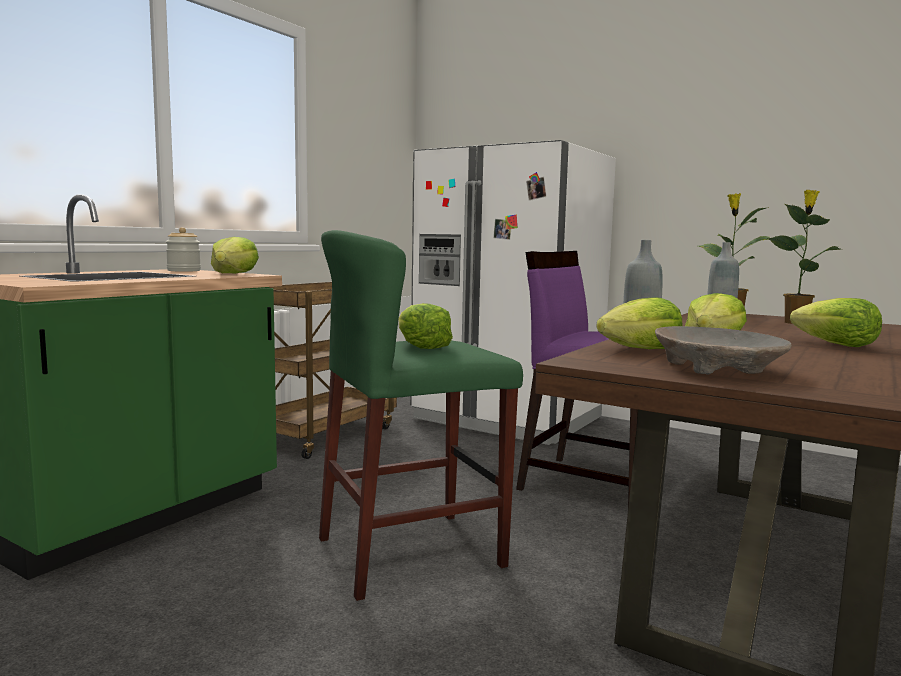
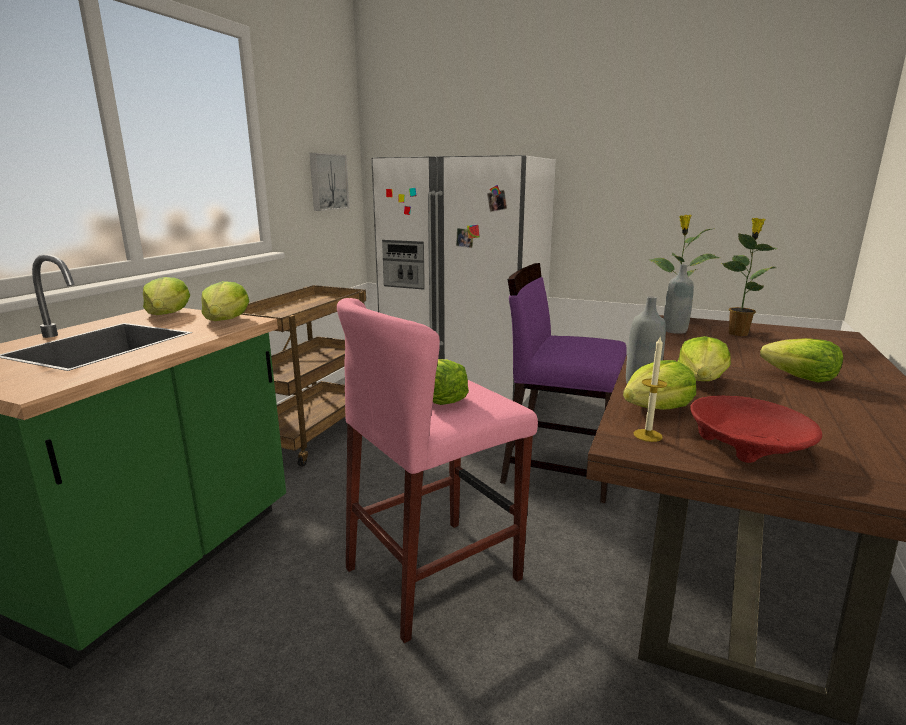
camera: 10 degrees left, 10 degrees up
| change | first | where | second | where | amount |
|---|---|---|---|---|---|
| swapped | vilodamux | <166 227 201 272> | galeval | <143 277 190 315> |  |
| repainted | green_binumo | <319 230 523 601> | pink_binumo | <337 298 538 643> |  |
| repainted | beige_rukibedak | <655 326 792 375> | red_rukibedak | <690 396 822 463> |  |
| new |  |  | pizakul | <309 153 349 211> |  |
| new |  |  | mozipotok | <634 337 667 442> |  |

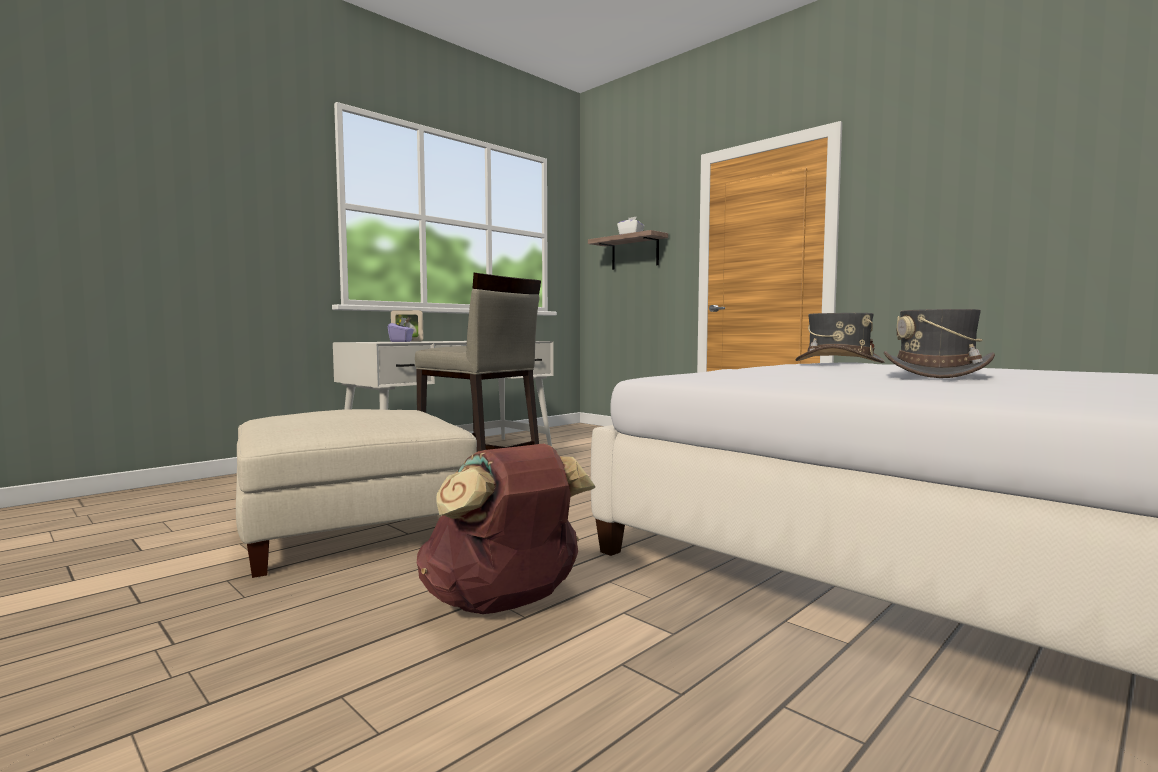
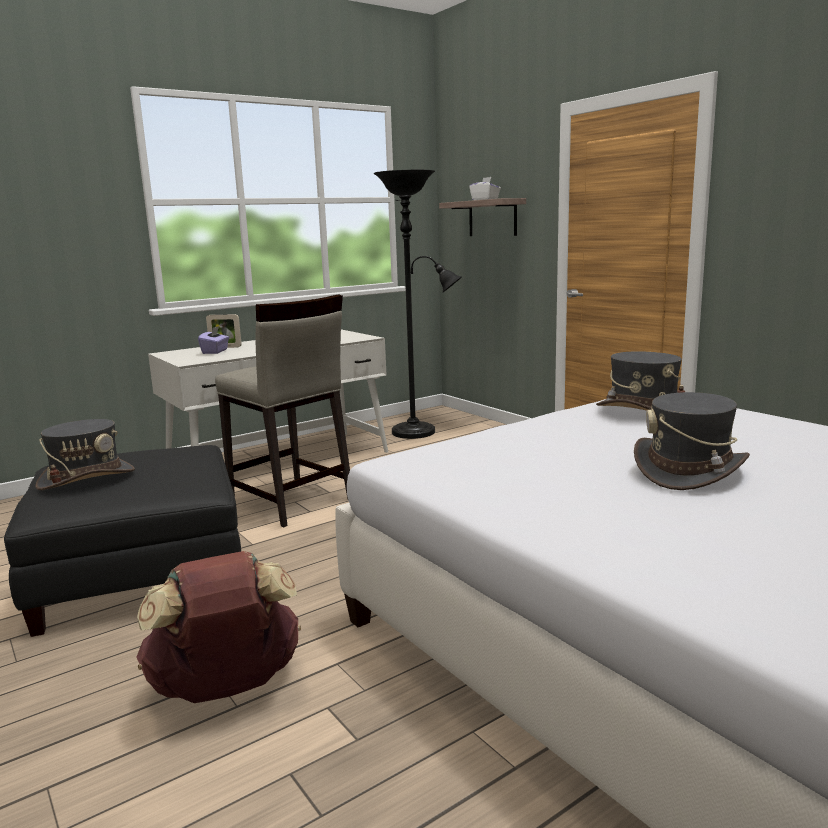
camera: 10 degrees right, 10 degrees up
| change | first | where | second | where | amount |
|---|---|---|---|---|---|
| repainted | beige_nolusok | <236 409 477 578> | black_nolusok | <4 445 241 637> |  |
| new |  |  | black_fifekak | <373 170 462 439> |  |
| new |  |  | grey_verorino | <35 419 135 490> |  |

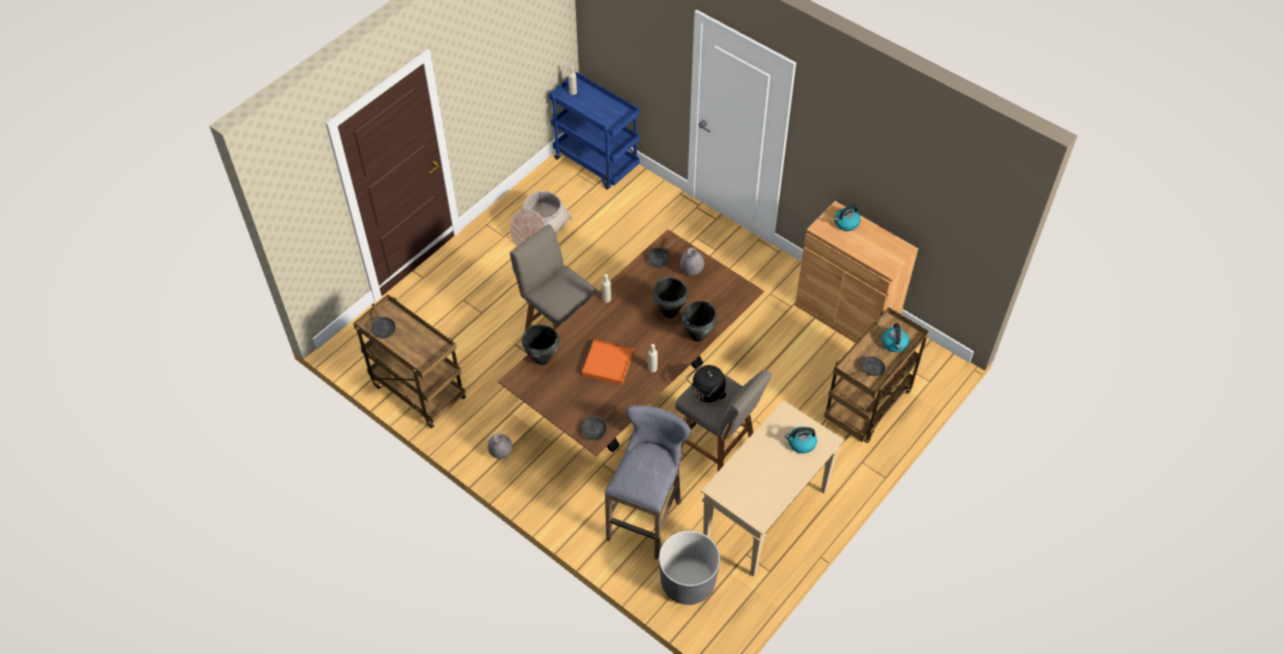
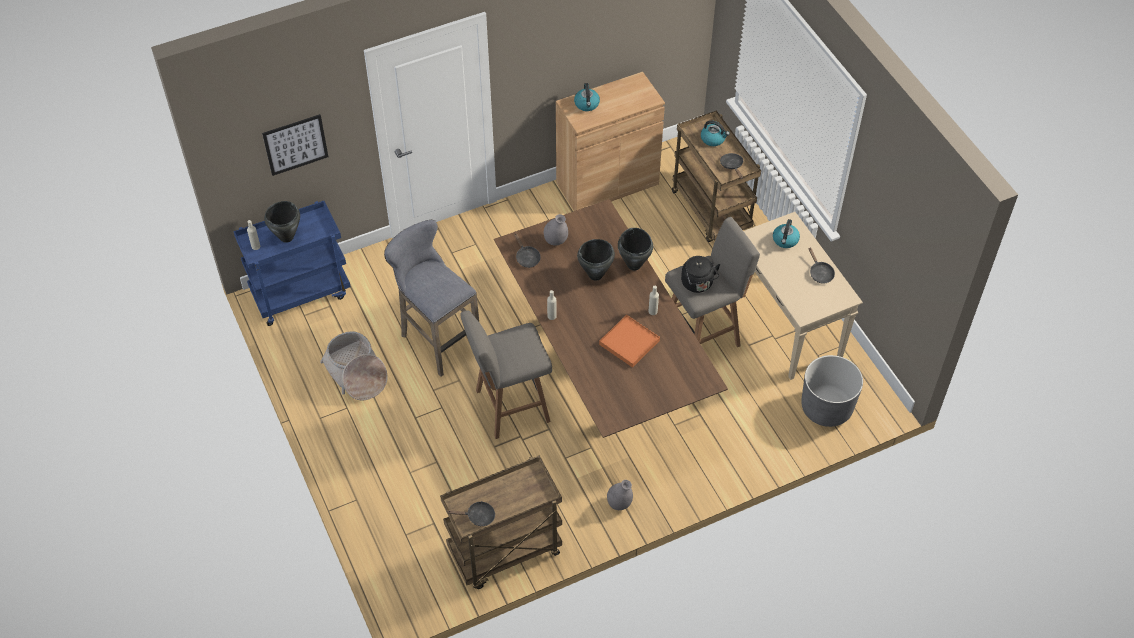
camera: 65 degrees left, 0 degrees up
| change | first | where | second | where | amount |
|---|---|---|---|---|---|
| shifted | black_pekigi | <522 324 560 365> |  | <264 201 300 243> |  |
| shifted | grey_binumo | <605 405 691 560> |  | <384 220 479 377> |  |
| shifted | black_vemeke | <581 406 617 440> |  | <809 248 835 284> |  |
| new |  |  | pizakul | <262 114 328 176> |  |

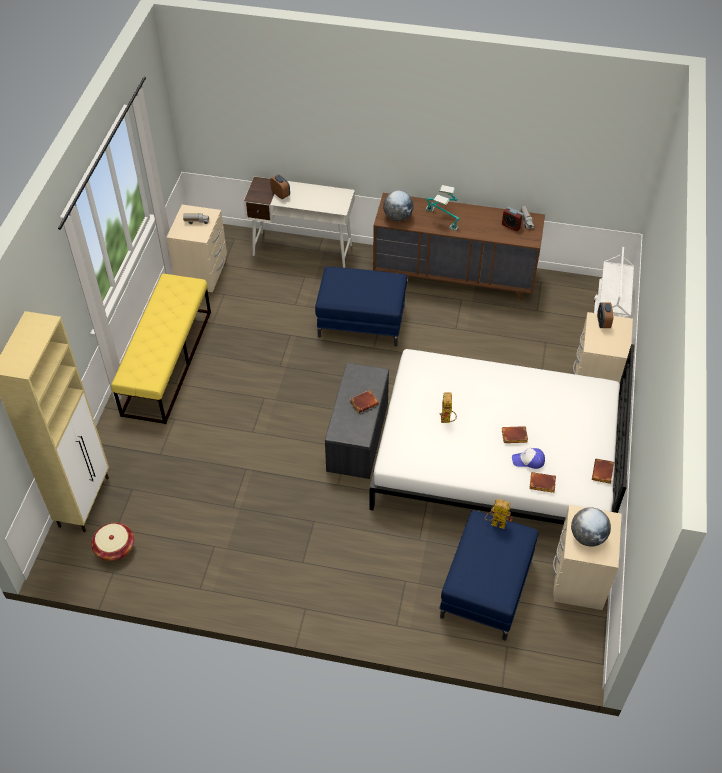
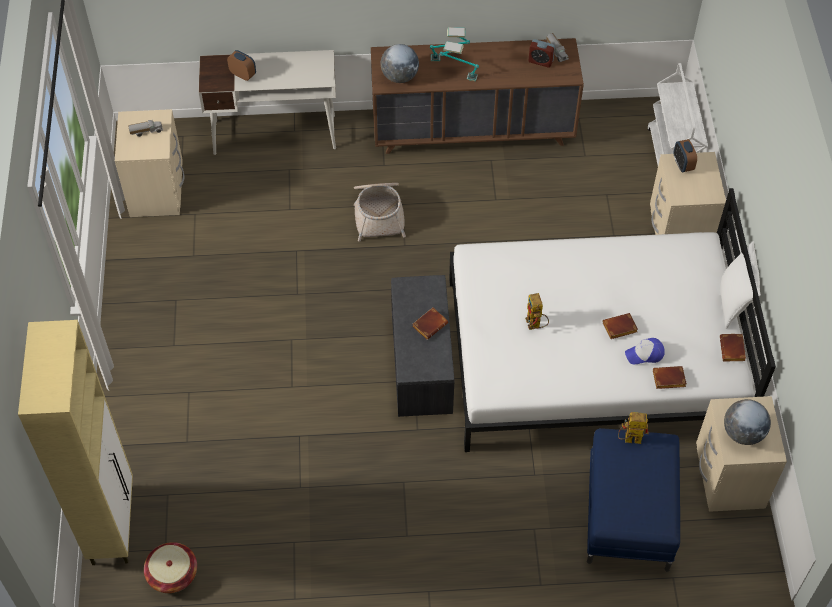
camera: 15 degrees left, 5 degrees up
| change | first | where | second | where | amount |
|---|---|---|---|---|---|
| swapped | blue_nolusok | <315 266 407 346> | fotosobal | <354 183 406 241> |  |
| gone | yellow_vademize | <111 274 211 424> |  |  |  |
| new |  |  | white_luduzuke | <721 241 761 329> |  |

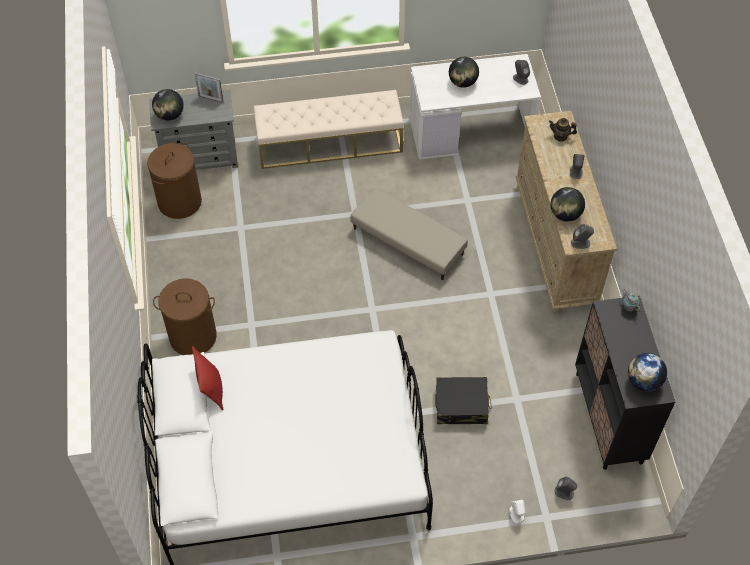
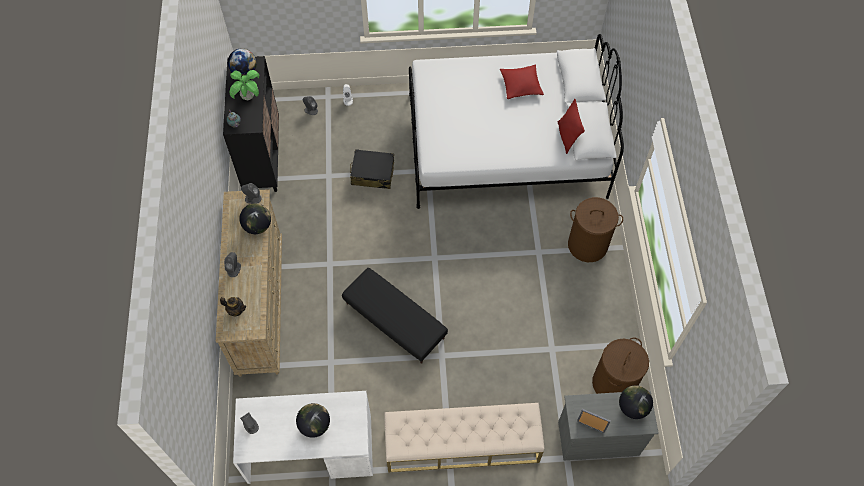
camera: 175 degrees left, 5 degrees up
| change | first | where | second | where | amount |
|---|---|---|---|---|---|
| repainted | beige_nolusok | <350 189 468 280> | black_nolusok | <342 268 448 364> |  |
| new |  |  | red_luduzuke | <500 65 544 99> |  |
| new |  |  | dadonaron | <230 70 259 100> |  |

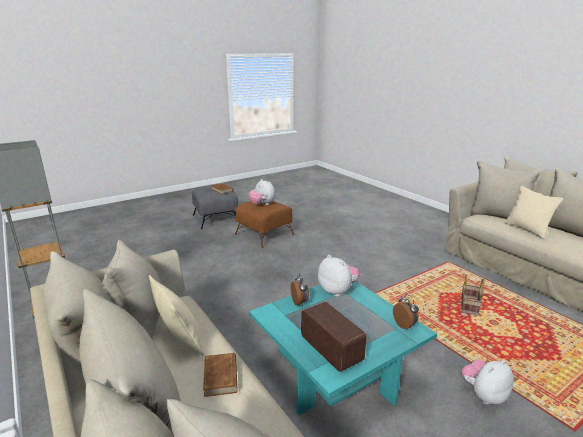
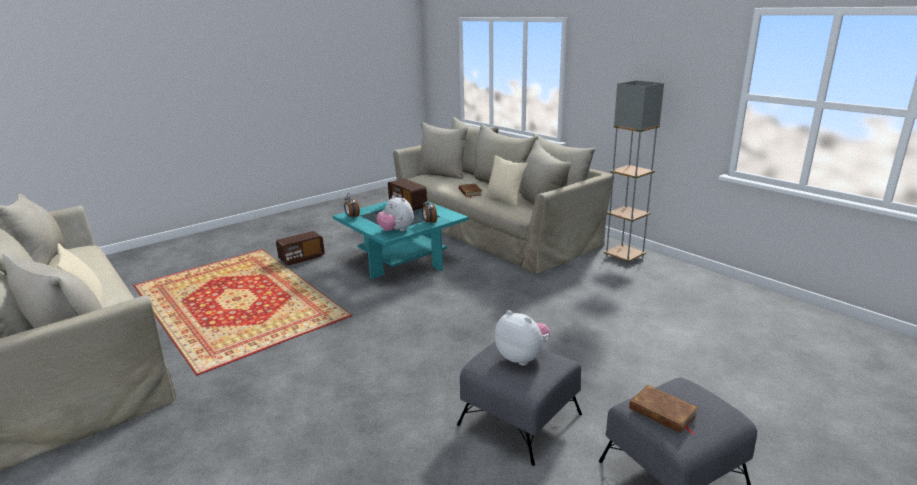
camera: 175 degrees right, 0 degrees up
| change | first | where | second | where | amount |
|---|---|---|---|---|---|
| repainted | brown_nolusok | <235 201 294 248> | grey_nolusok | <457 342 582 466> |  |
| gone | fotosobal | <461 276 484 316> |  |  |  |
| swapped | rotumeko | <461 359 514 404> | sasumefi | <276 231 325 265> |  |

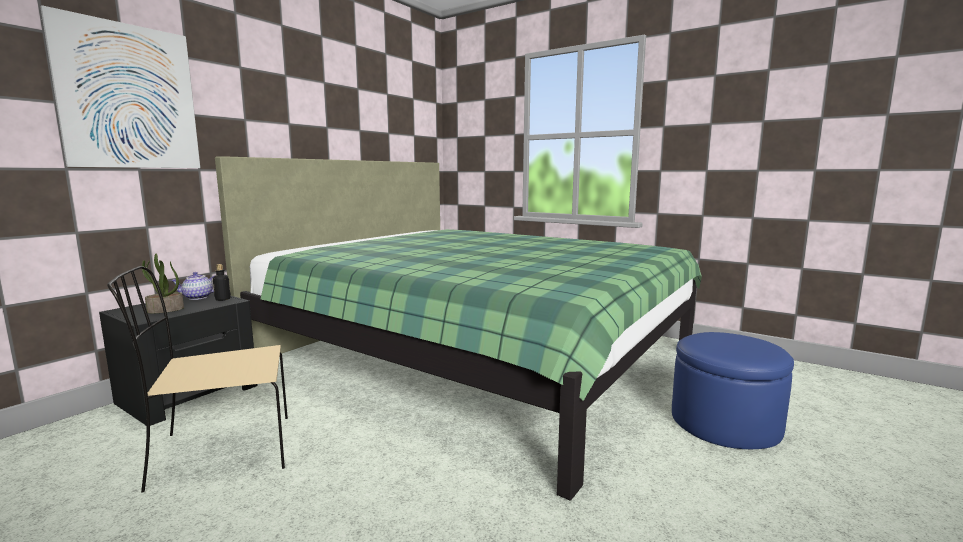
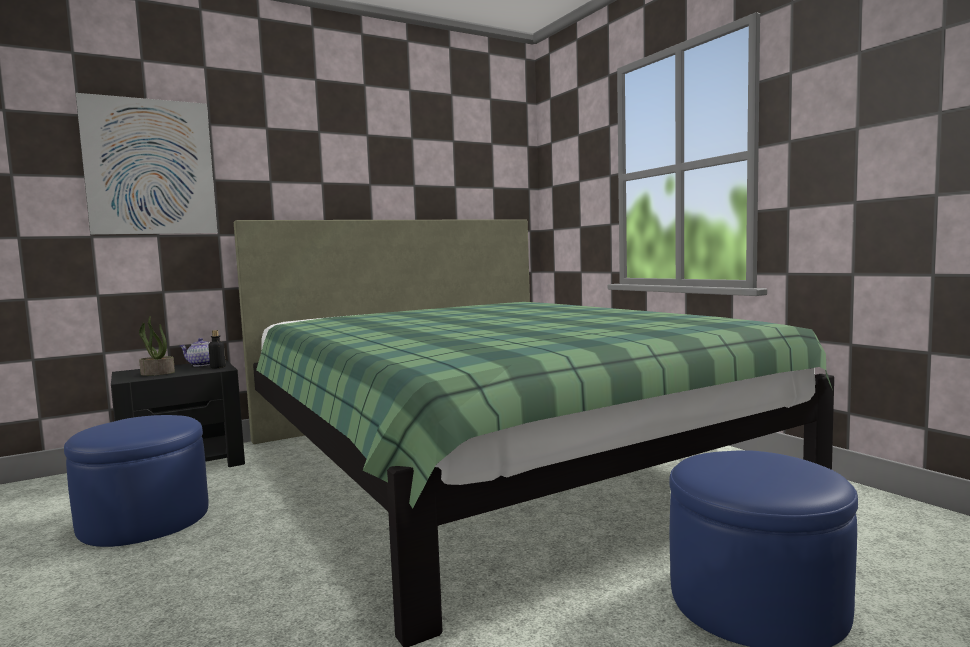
camera: 25 degrees right, 5 degrees down
| change | first | where | second | where | amount |
|---|---|---|---|---|---|
| swapped | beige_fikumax | <107 266 288 493> | blue_nolusok | <64 415 208 547> |  |

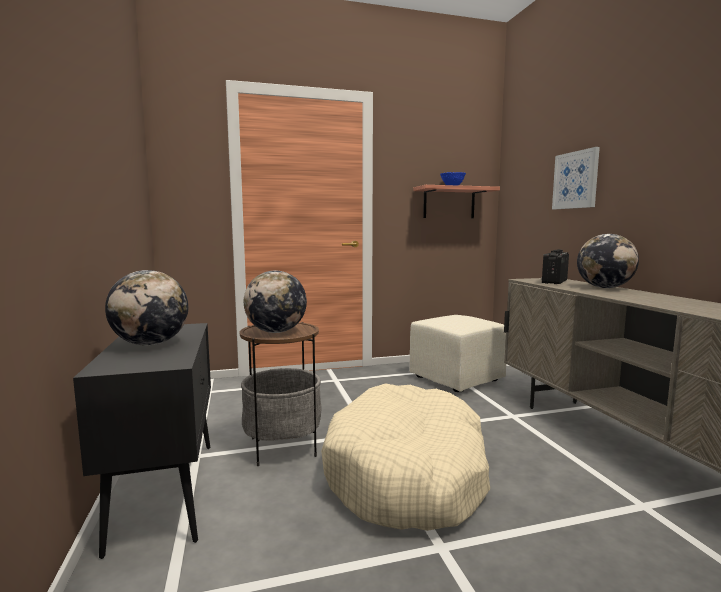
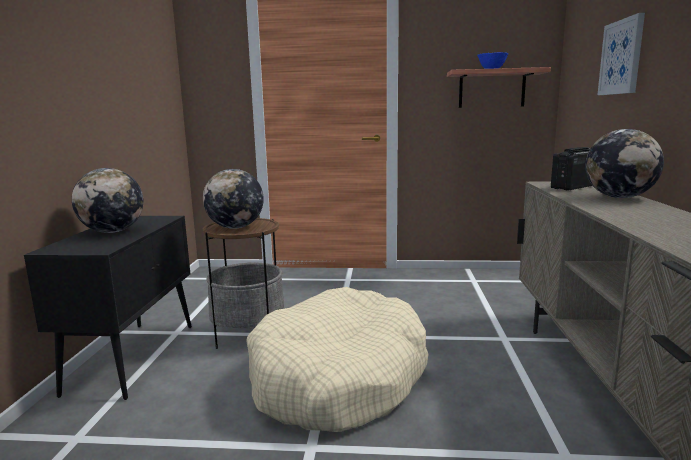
camera: 20 degrees right, 5 degrees up
| change | first | where | second | where | amount |
|---|---|---|---|---|---|
| gone | beige_nolusok | <409 315 506 392> |  |  |  |

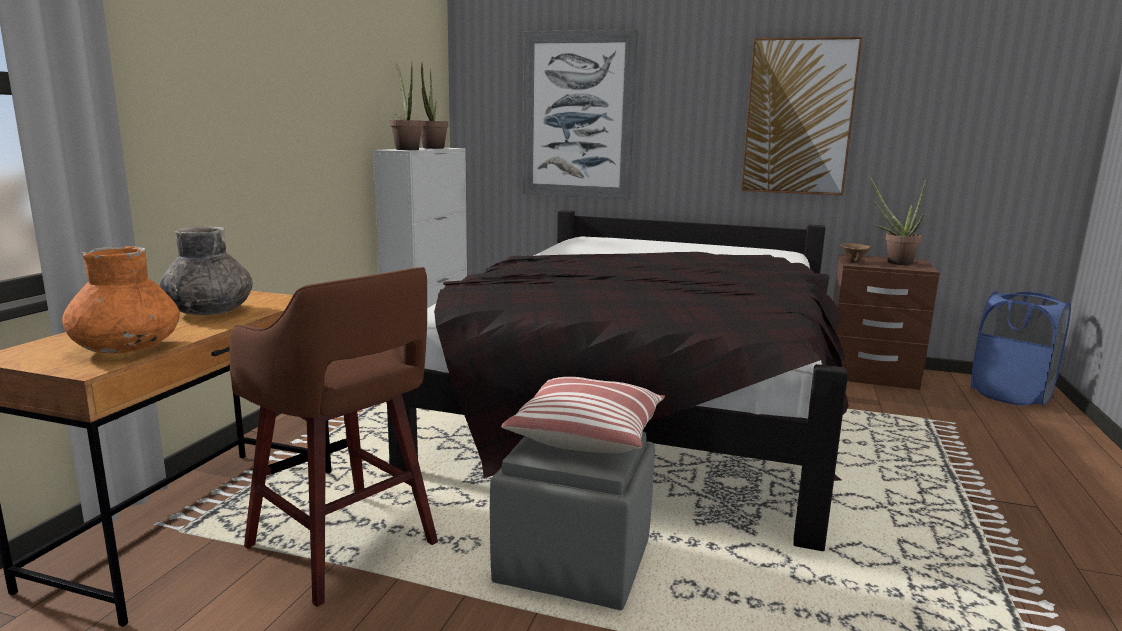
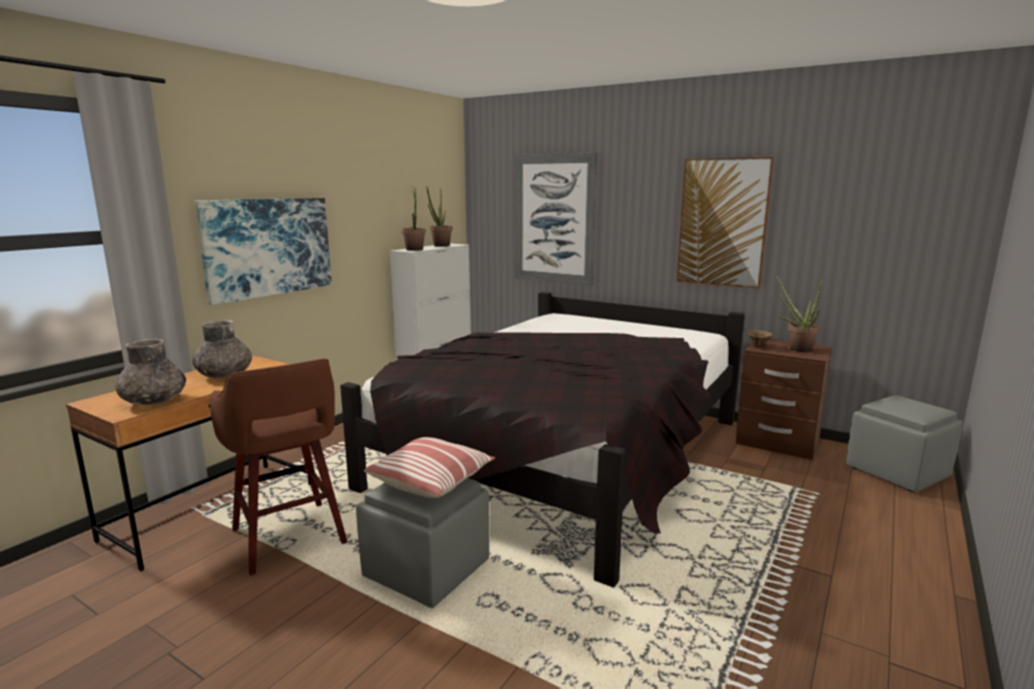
camera: 15 degrees right, 0 degrees up
| change | first | where | second | where | amount |
|---|---|---|---|---|---|
| repainted | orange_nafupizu | <62 246 180 353> | grey_nafupizu | <115 339 186 405> |  |
| swapped | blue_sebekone | <971 291 1071 406> | grey_nolusok | <846 395 963 492> |  |
| new |  |  | pizakul | <194 198 332 305> |  |

